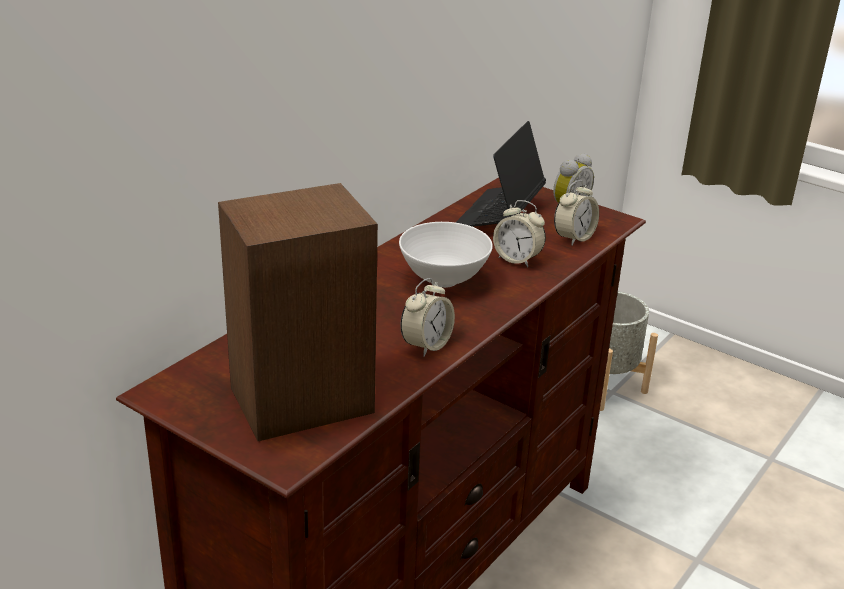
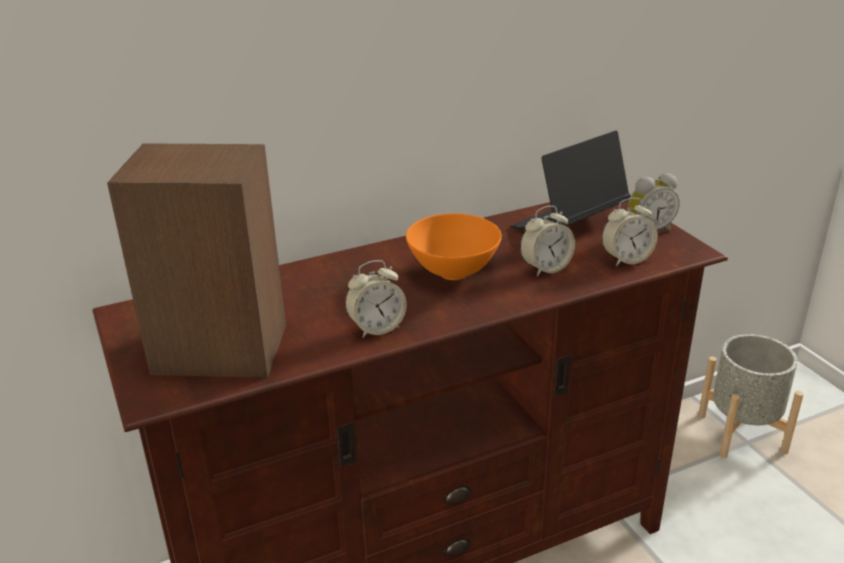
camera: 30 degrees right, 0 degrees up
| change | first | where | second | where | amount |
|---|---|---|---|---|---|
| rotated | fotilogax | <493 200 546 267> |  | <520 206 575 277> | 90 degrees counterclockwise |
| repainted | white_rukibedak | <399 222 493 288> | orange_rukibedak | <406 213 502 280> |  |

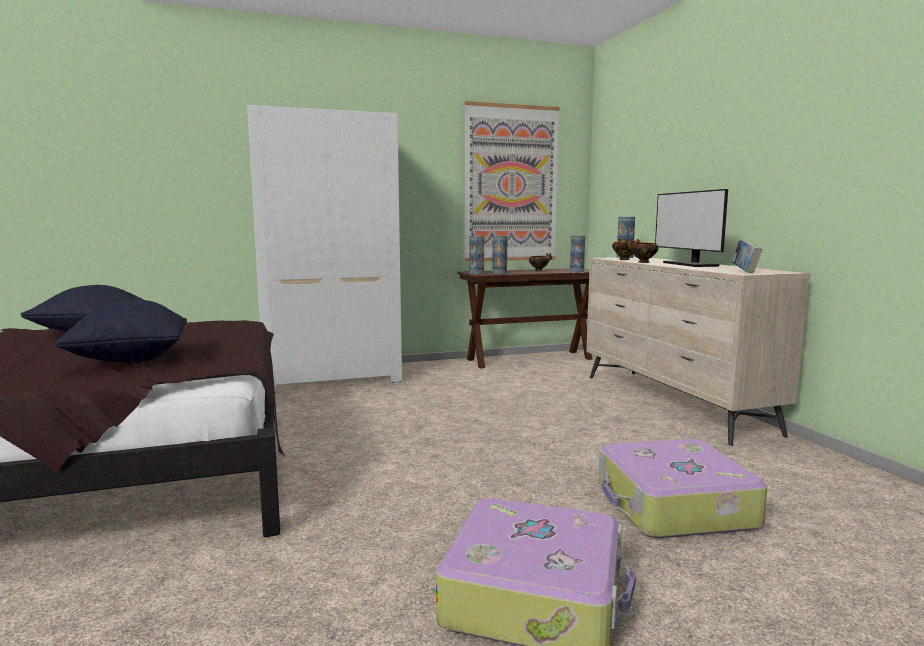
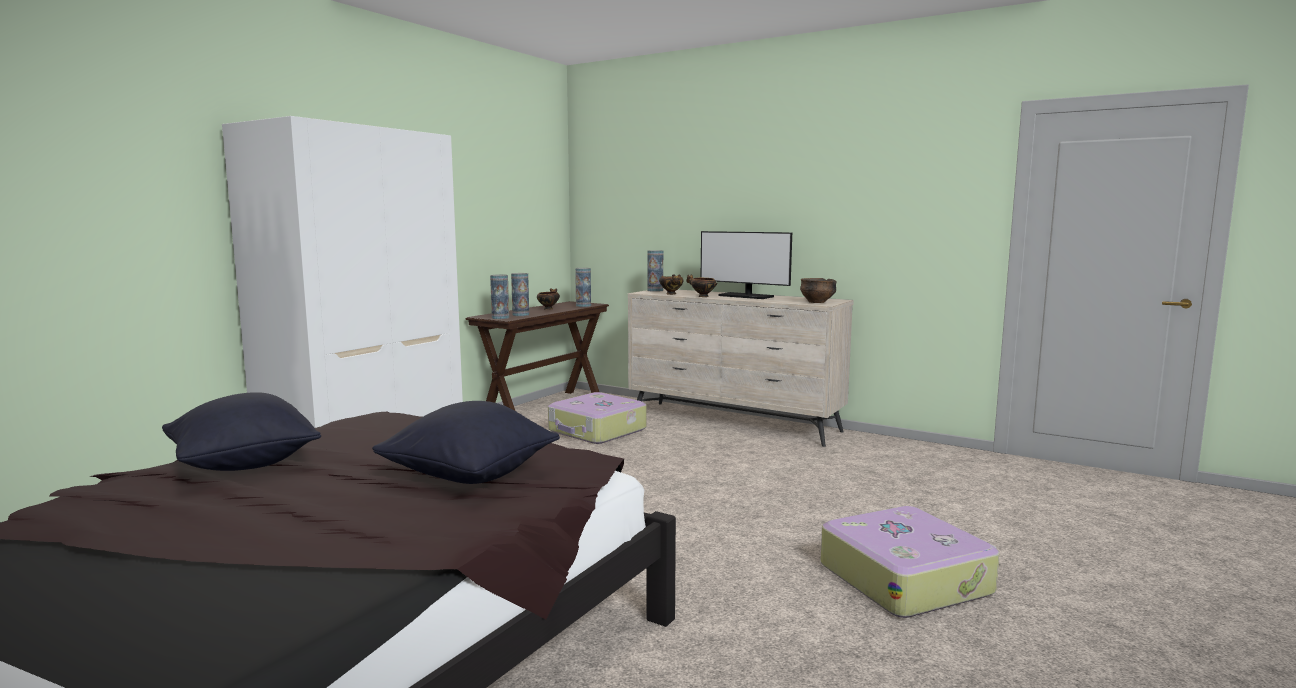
camera: 40 degrees left, 0 degrees up
| change | first | where | second | where | amount |
|---|---|---|---|---|---|
| gone | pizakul | <464 101 559 262> |  |  |  |
| swapped | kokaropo | <732 239 762 273> | rukibedak | <800 278 837 303> |  |
| shifted | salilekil | <599 439 767 538> |  | <548 392 646 444> |  |

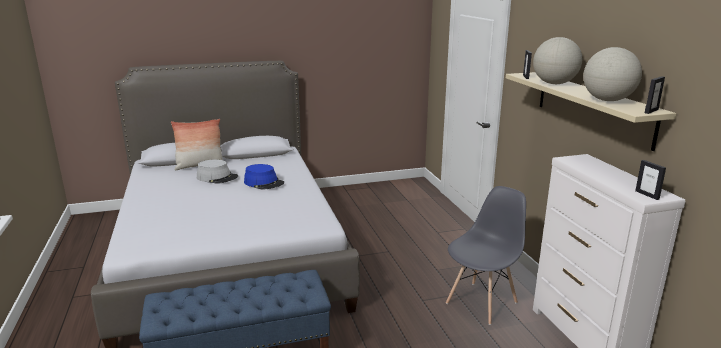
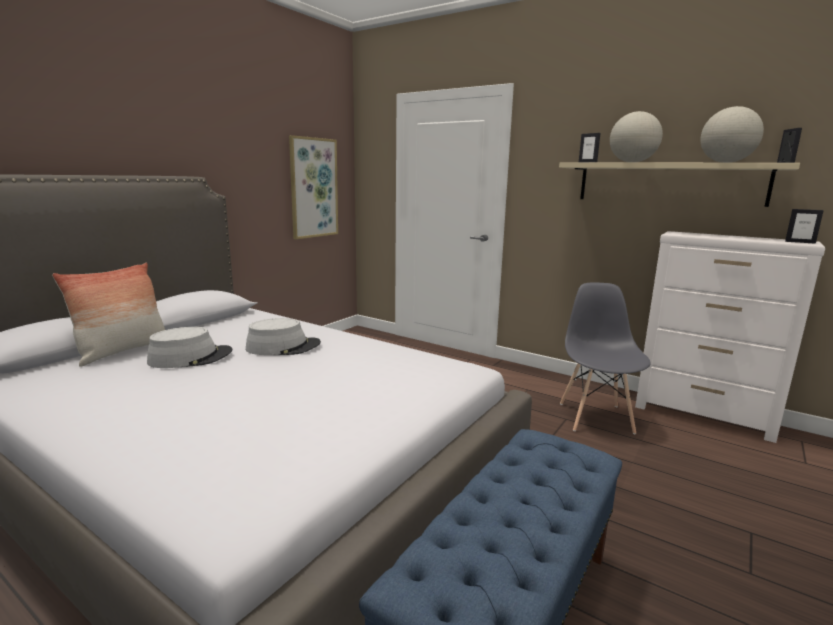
camera: 40 degrees left, 5 degrees down
| change | first | where | second | where | amount |
|---|---|---|---|---|---|
| repainted | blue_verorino | <244 164 284 190> | grey_verorino | <246 318 321 355> |  |
| new |  |  | pizakul | <289 135 338 239> |  |

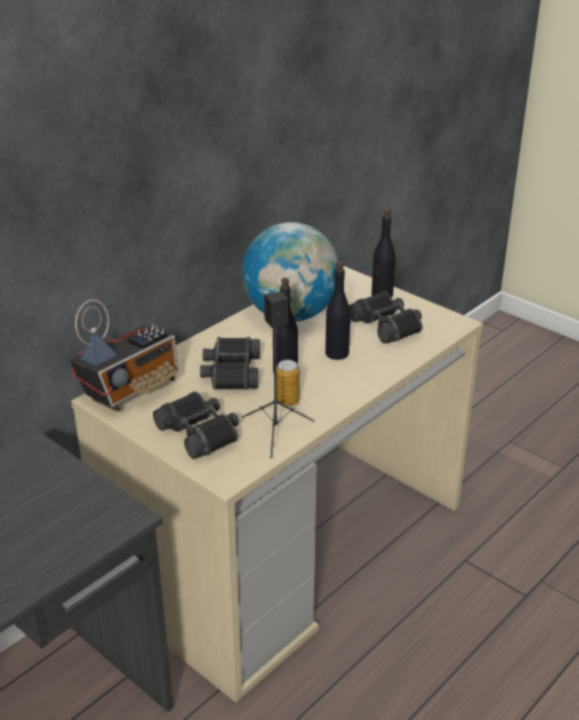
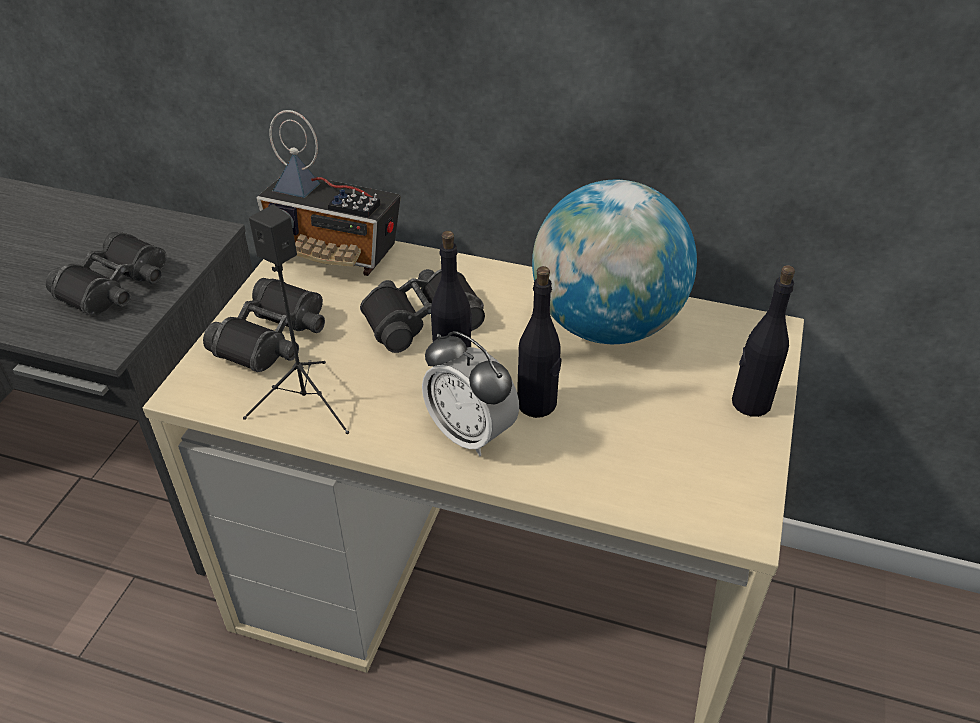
camera: 65 degrees right, 10 degrees up
| change | first | where | second | where | amount |
|---|---|---|---|---|---|
| shifted | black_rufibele | <349 291 422 344> |  | <46 232 167 315> |  |
| gone | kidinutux | <276 360 300 407> |  |  |  |
| new |  |  | fotilogax | <422 331 519 456> |  |

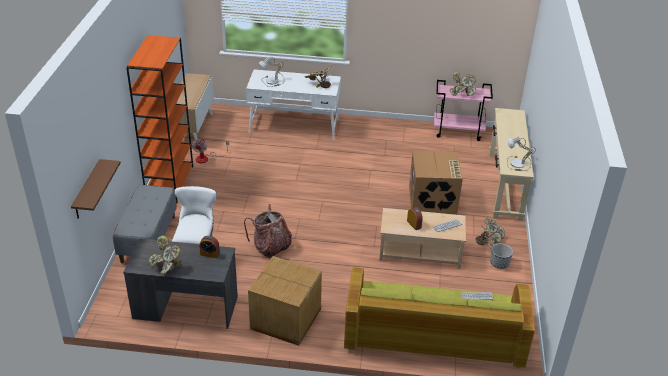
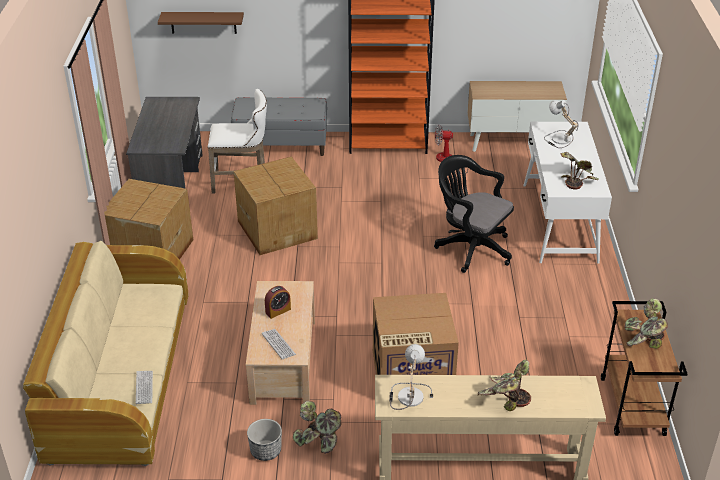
camera: 85 degrees right, 0 degrees up
| change | first | where | second | where | amount |
|---|---|---|---|---|---|
| repainted | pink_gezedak | <434 80 493 141> | brown_gezedak | <601 301 688 436> |  |
| swapped | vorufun | <244 204 292 258> | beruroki | <234 156 318 255> |  |
| shifted | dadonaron | <149 236 181 274> |  | <478 360 531 411> |  |
| gone | fotilogax | <199 236 220 258> |  |  |  |
| repainted | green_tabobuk | <344 268 535 368> | beige_tabobuk | <23 241 189 466> |  |
| new |  |  | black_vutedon | <434 155 514 273> |  |

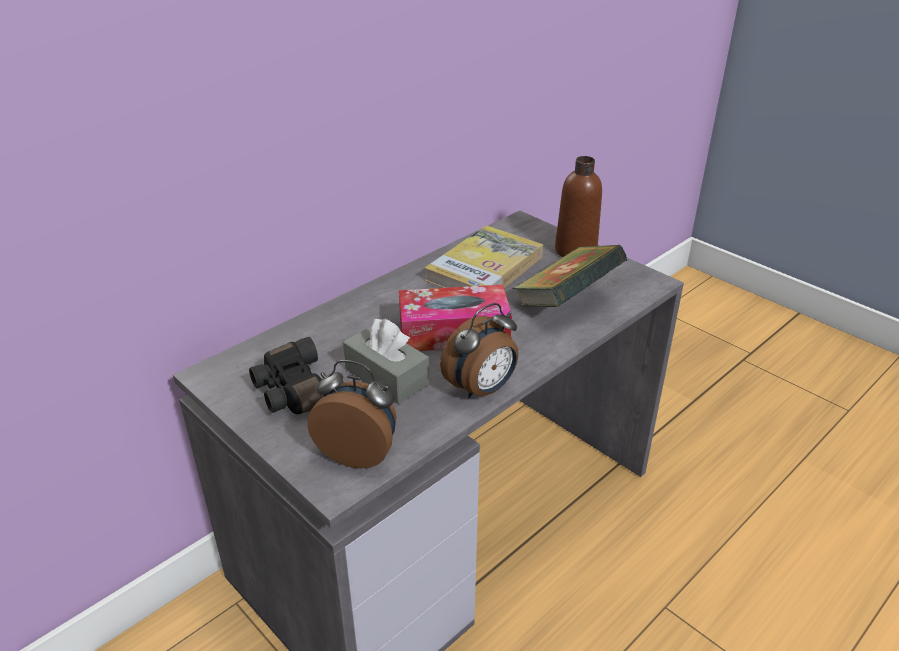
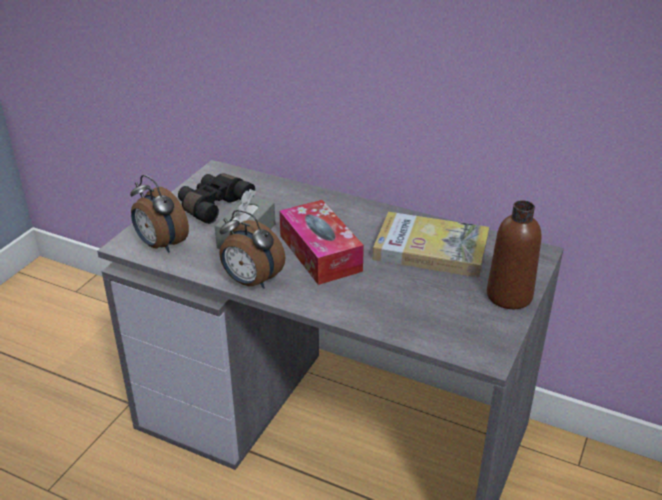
camera: 70 degrees right, 0 degrees up
| change | first | where | second | where | amount |
|---|---|---|---|---|---|
| gone | kokaropo | <513 245 627 307> |  |  |  |
| rotated | fotilogax | <307 360 397 469> |  | <130 175 189 253> | 135 degrees clockwise |

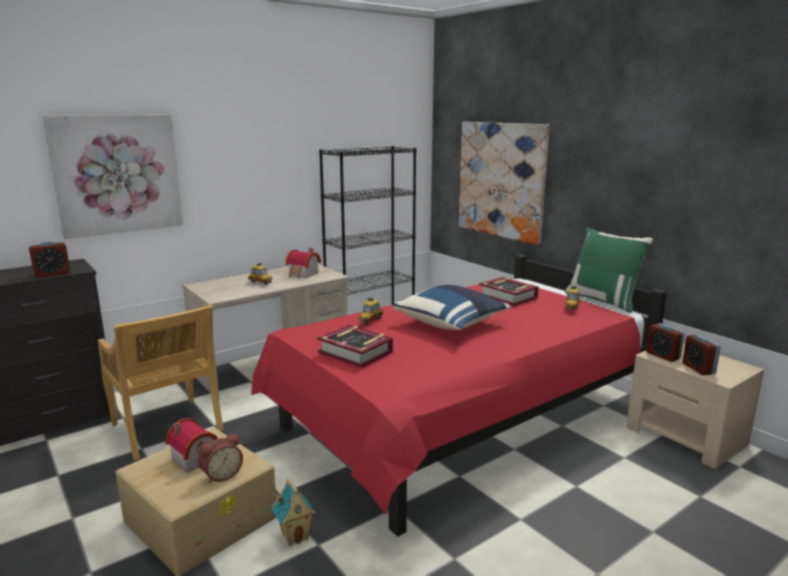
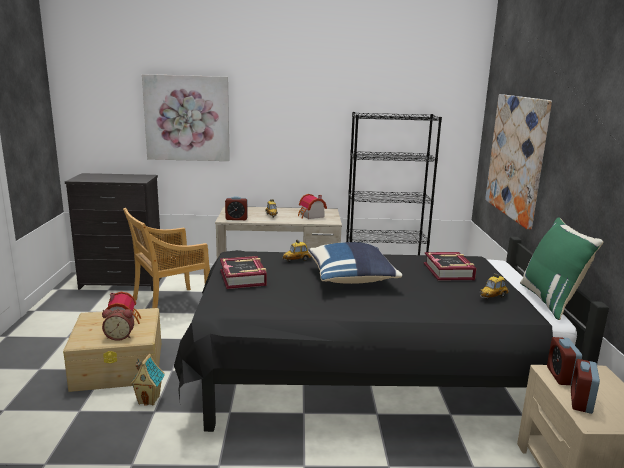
camera: 35 degrees right, 0 degrees up
| change | first | where | second | where | amount |
|---|---|---|---|---|---|
| shifted | fotilogax | <29 241 70 278> |  | <225 196 248 220> |  |
| repainted | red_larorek | <251 254 667 537> | black_larorek | <174 237 609 432> |  |
| rotated | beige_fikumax | <98 305 224 461> |  | <123 208 210 308> | 60 degrees clockwise |

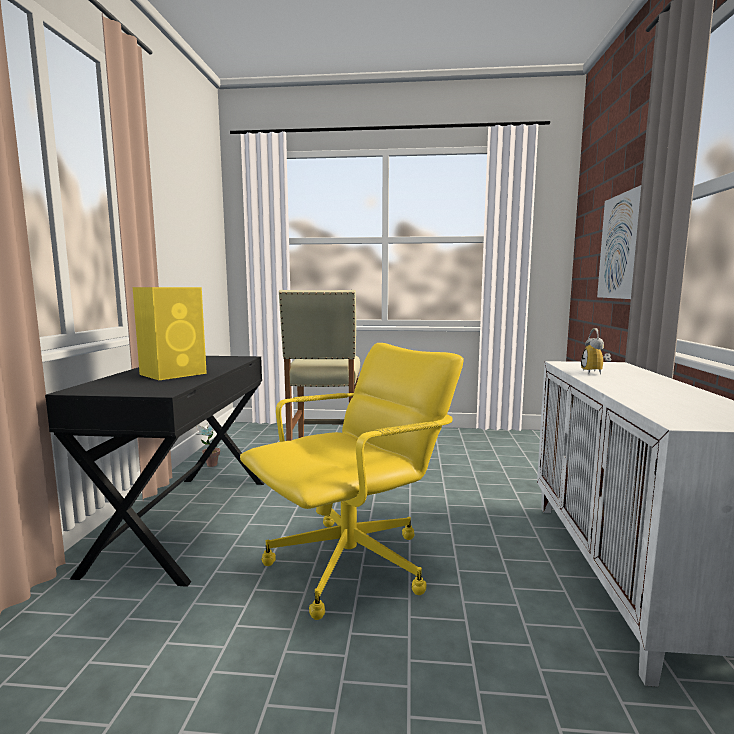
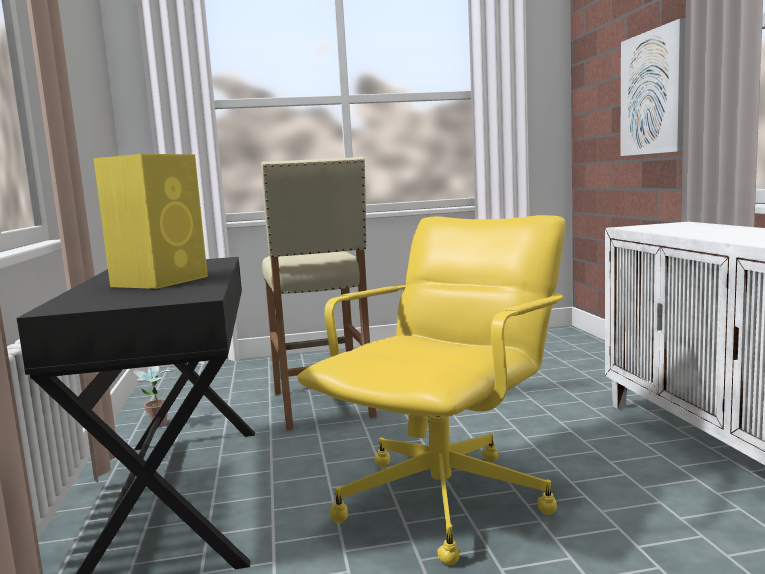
camera: 15 degrees left, 0 degrees up
| change | first | where | second | where | amount |
|---|---|---|---|---|---|
| gone | fotilogax | <581 328 611 375> |  |  |  |

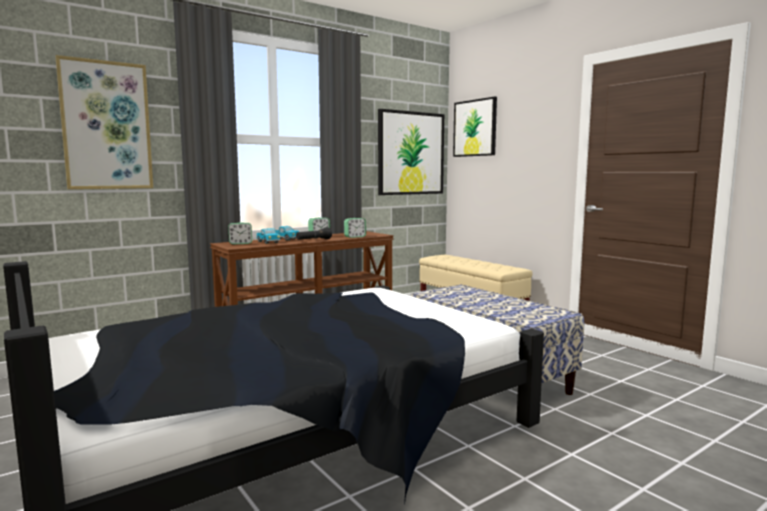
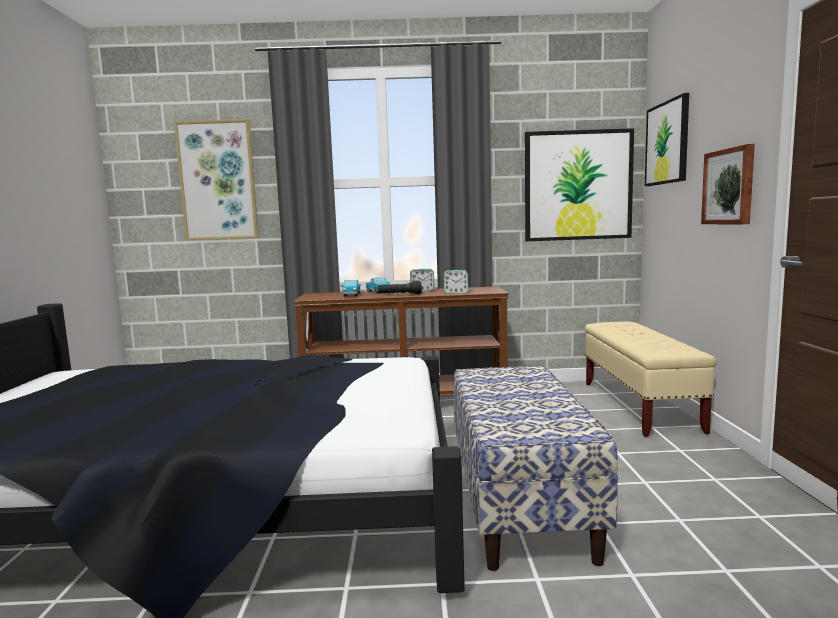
camera: 35 degrees right, 0 degrees up
| change | first | where | second | where | amount |
|---|---|---|---|---|---|
| gone | fotilogax | <228 222 252 244> |  |  |  |
| new |  |  | pizakul | <701 144 755 224> |  |

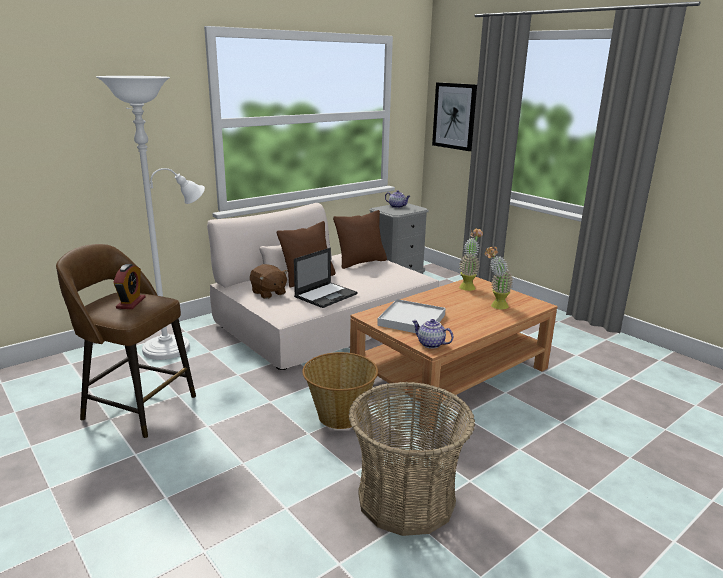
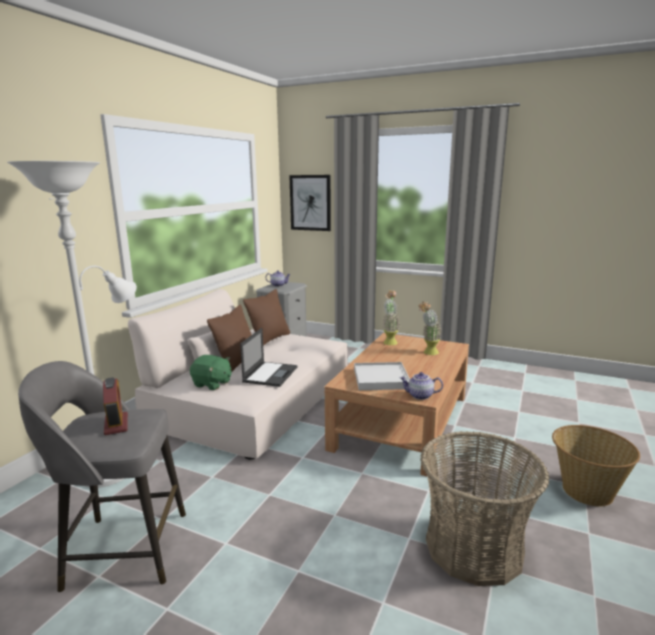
camera: 25 degrees left, 5 degrees down
| change | first | where | second | where | amount |
|---|---|---|---|---|---|
| repainted | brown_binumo | <56 244 196 438> | grey_binumo | <18 361 186 592> |  |
| repainted | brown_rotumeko | <250 264 288 299> | green_rotumeko | <190 355 232 390> |  |
| shifted | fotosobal | <302 352 378 429> |  | <552 425 640 506> |  |

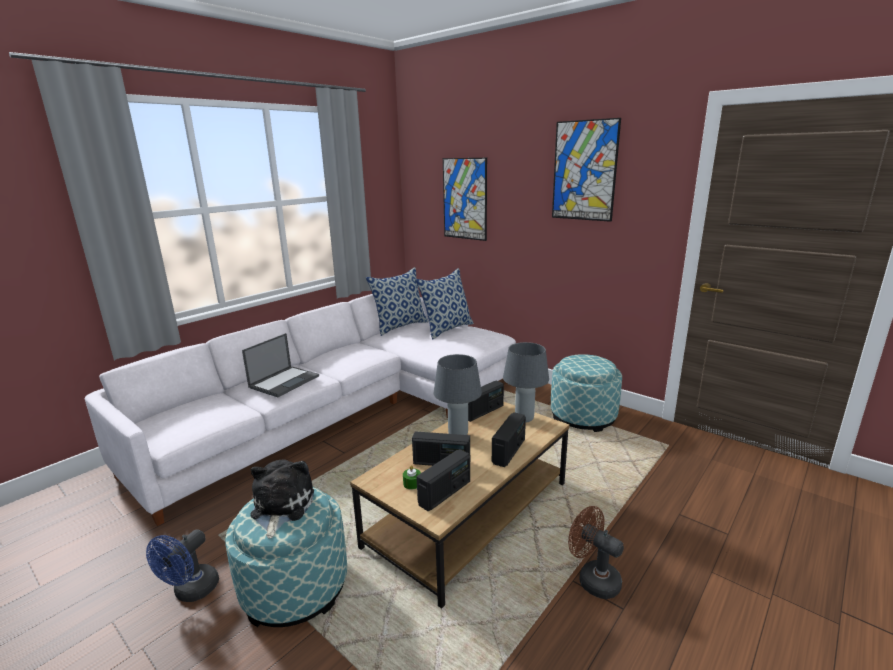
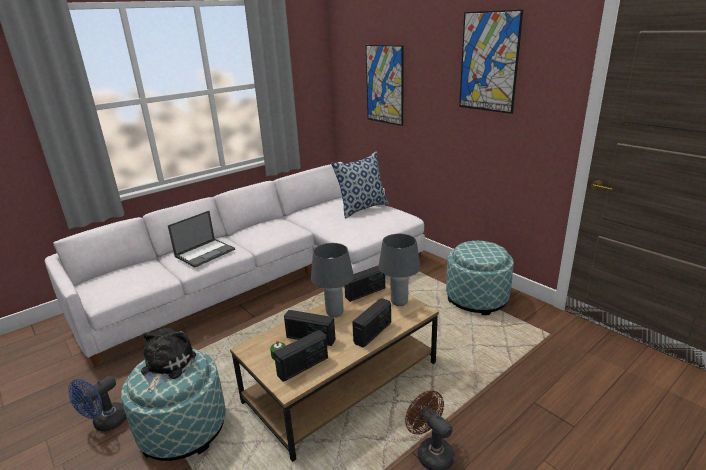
camera: 10 degrees right, 5 degrees up
| change | first | where | second | where | amount |
|---|---|---|---|---|---|
| gone | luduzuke | <366 267 429 336> |  |  |  |

